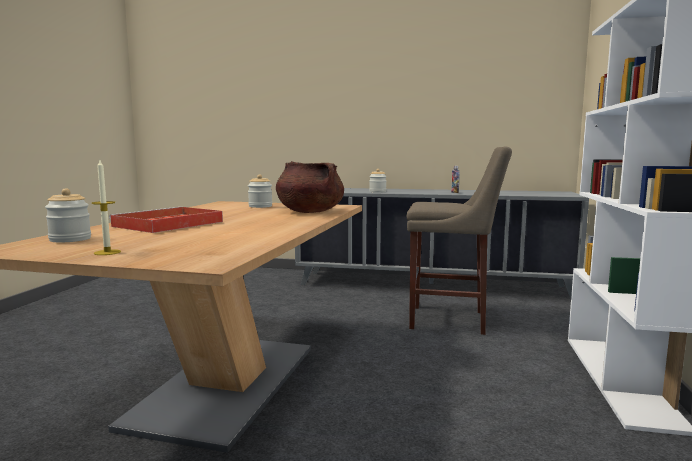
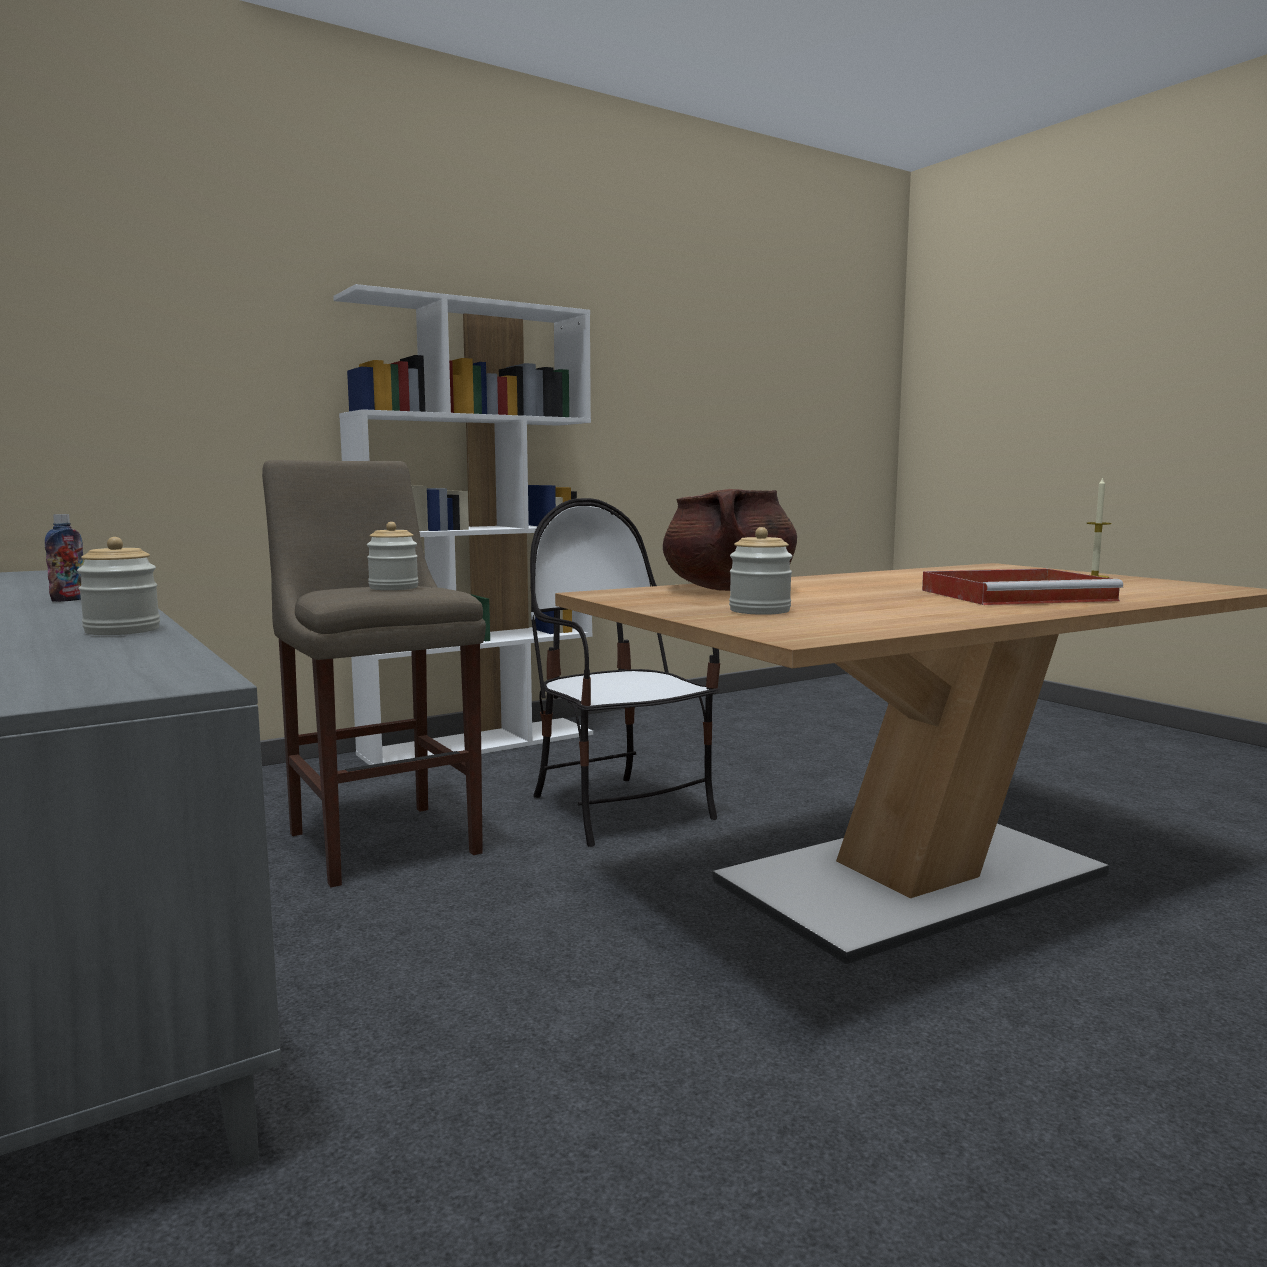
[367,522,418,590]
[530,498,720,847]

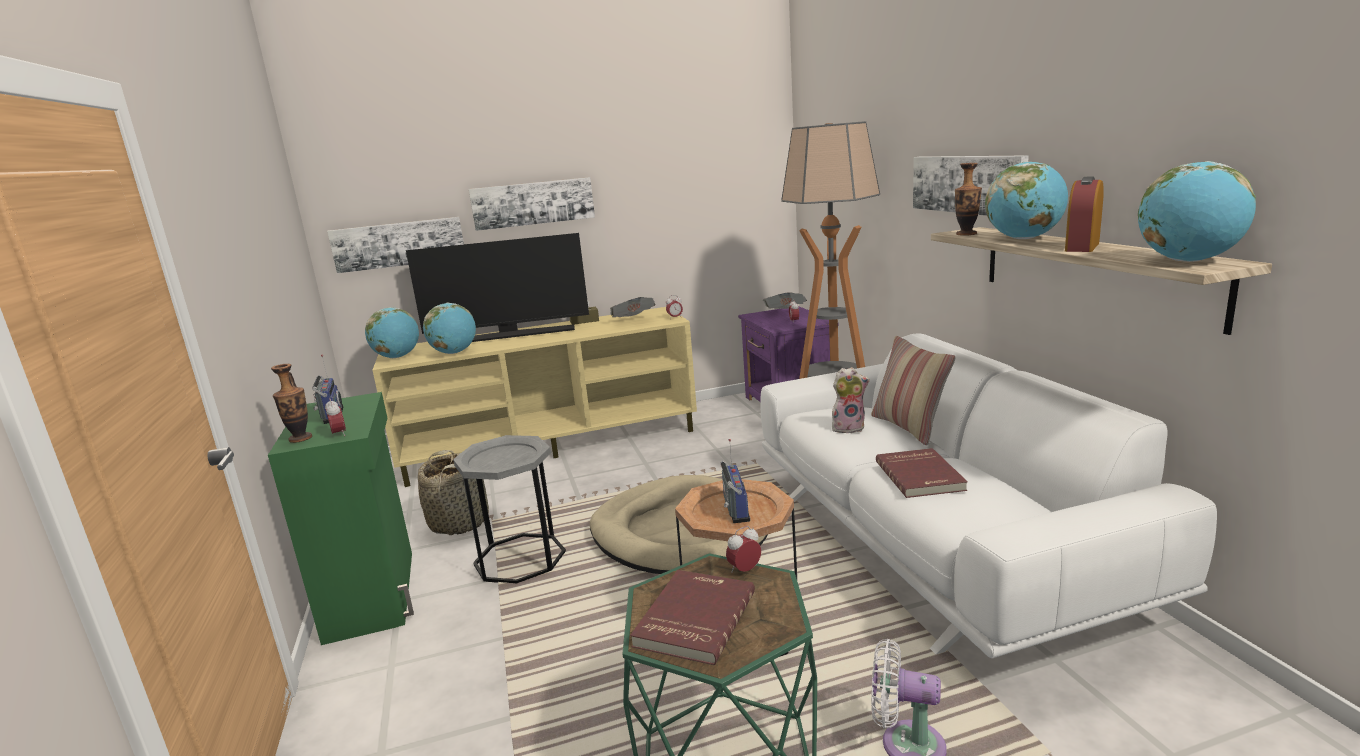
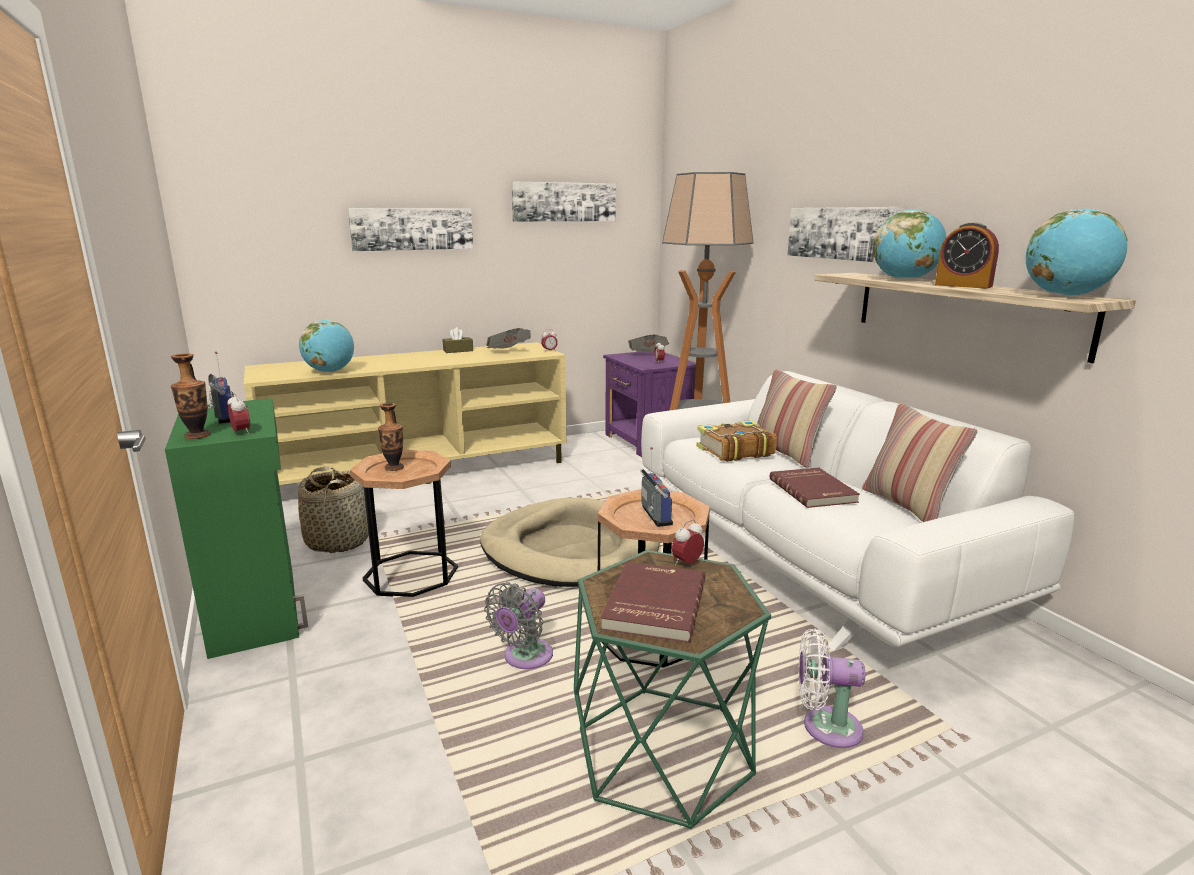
[350,450,458,597]
[378,403,404,471]
[484,582,553,669]
[511,181,616,222]
[697,420,777,462]
[862,403,977,522]
[935,222,999,289]
[365,307,419,358] (first image)
[406,233,589,342] (first image)

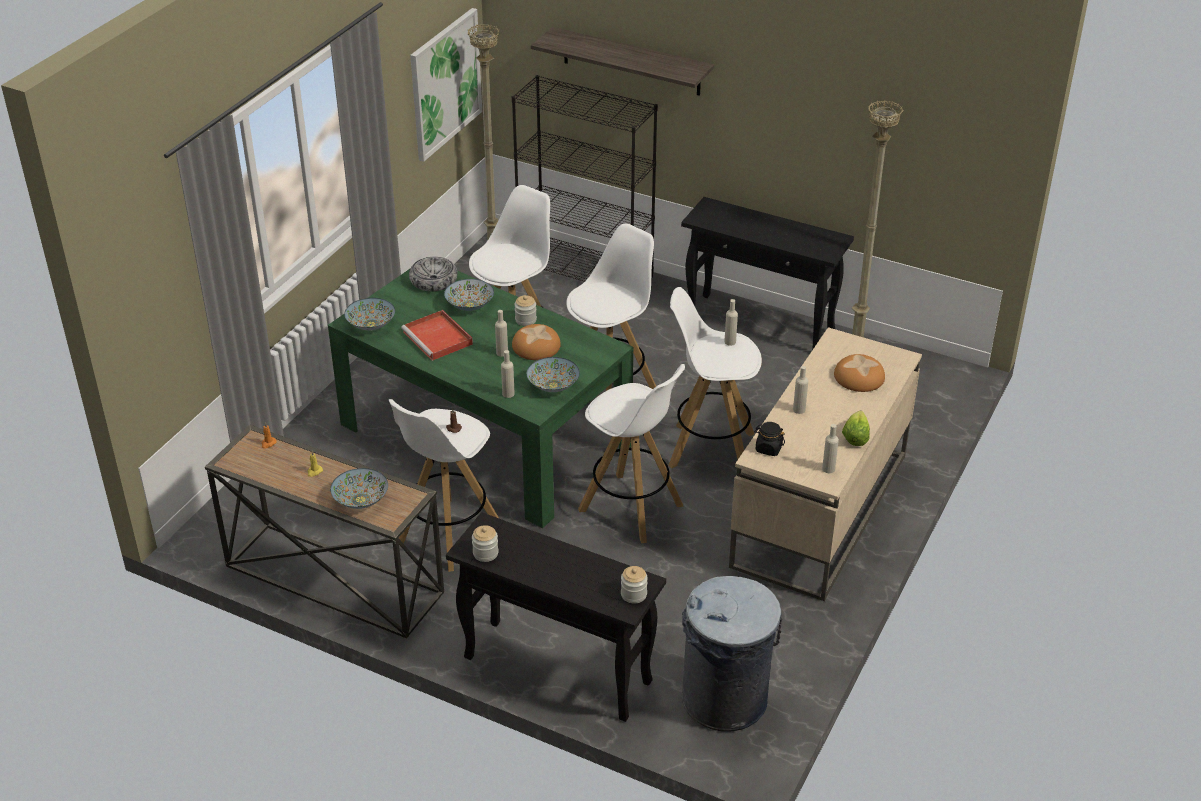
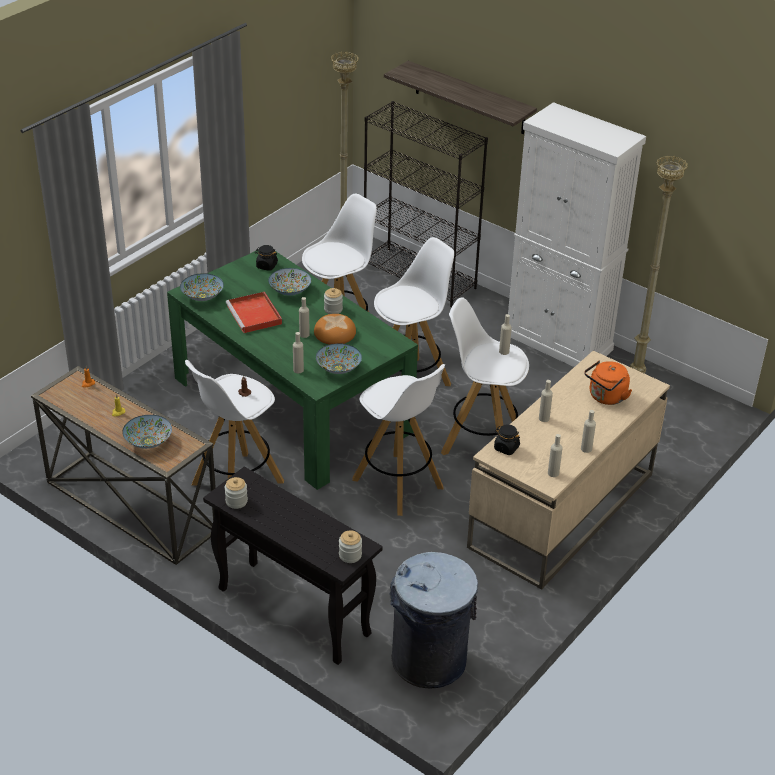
[255,245,278,271]
[508,102,646,367]
[581,410,596,453]
[584,360,632,405]
[410,8,482,162] (first image)

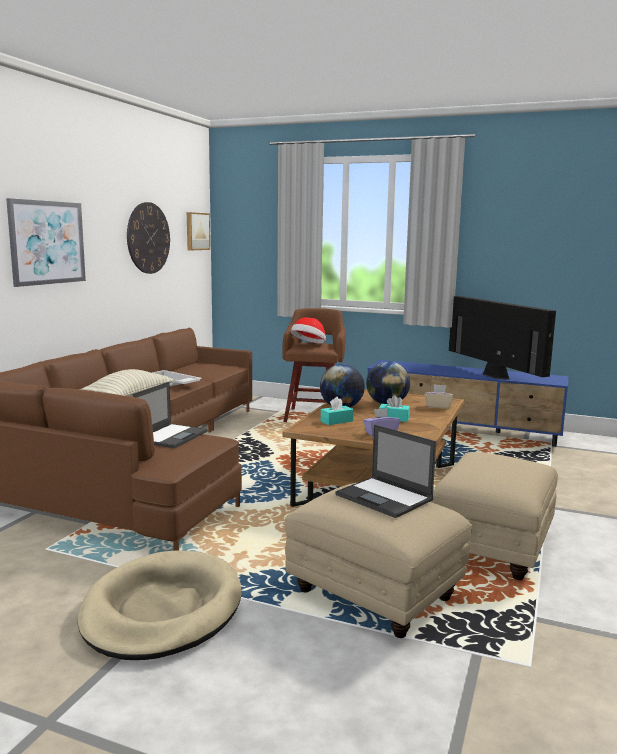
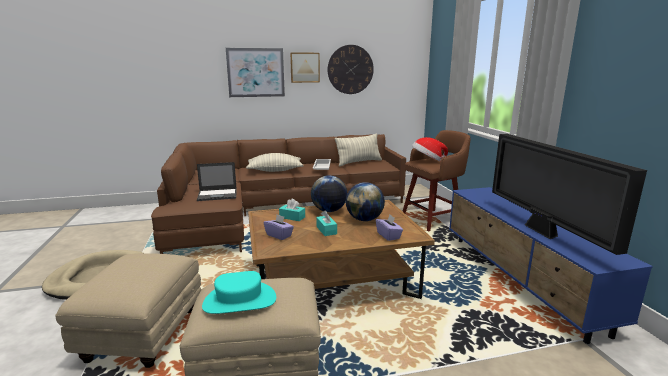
[202,271,276,314]
[290,53,320,83]
[335,134,382,166]
[376,215,403,241]
[492,134,647,255]
[335,424,436,518] (first image)

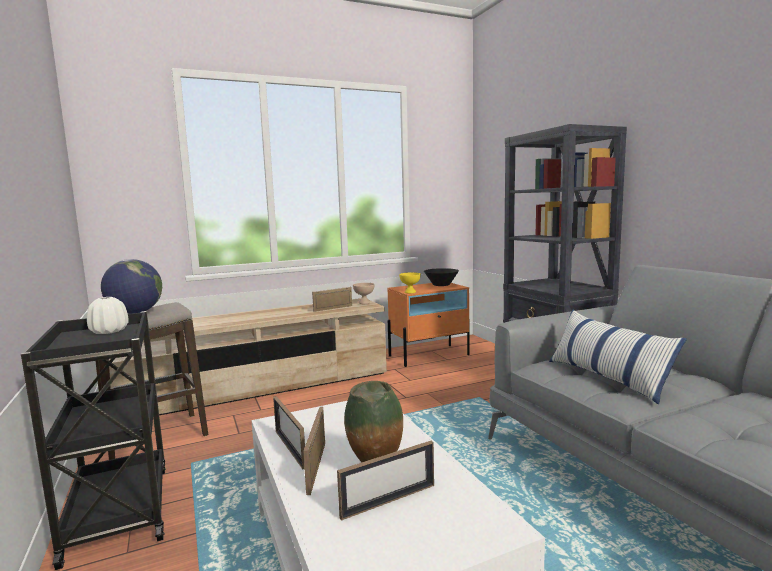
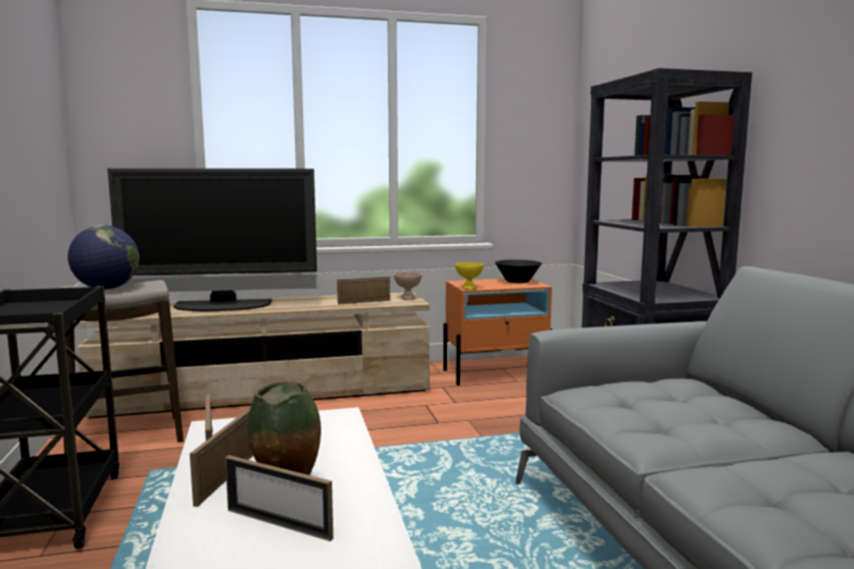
[107,168,318,311]
[225,455,333,541]
[87,297,129,334] (first image)
[549,310,687,404] (first image)

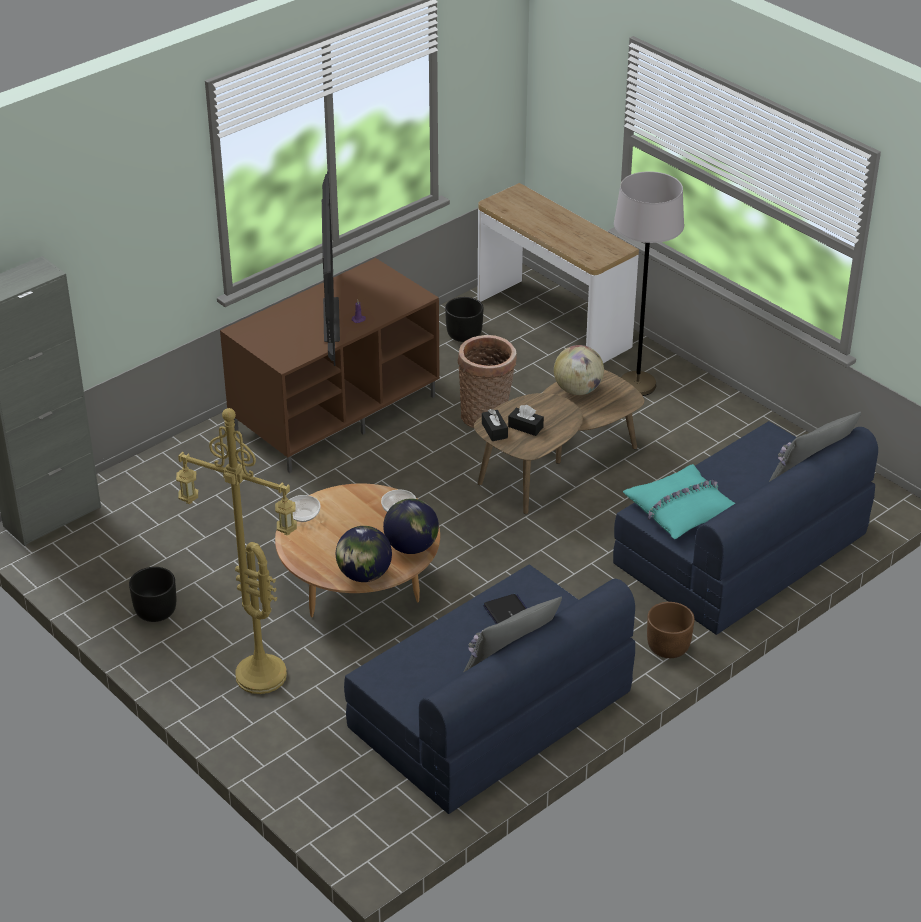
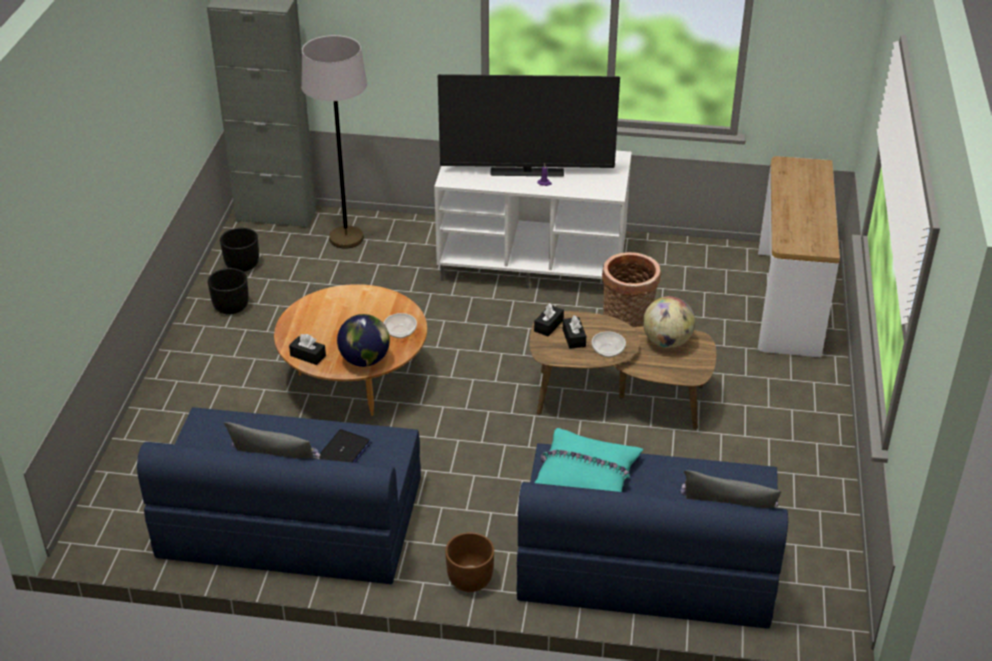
[220,228,259,272]
[289,334,326,365]
[301,35,367,249]
[434,151,632,289]
[438,74,620,177]
[592,331,626,357]
[176,408,297,694] (first image)

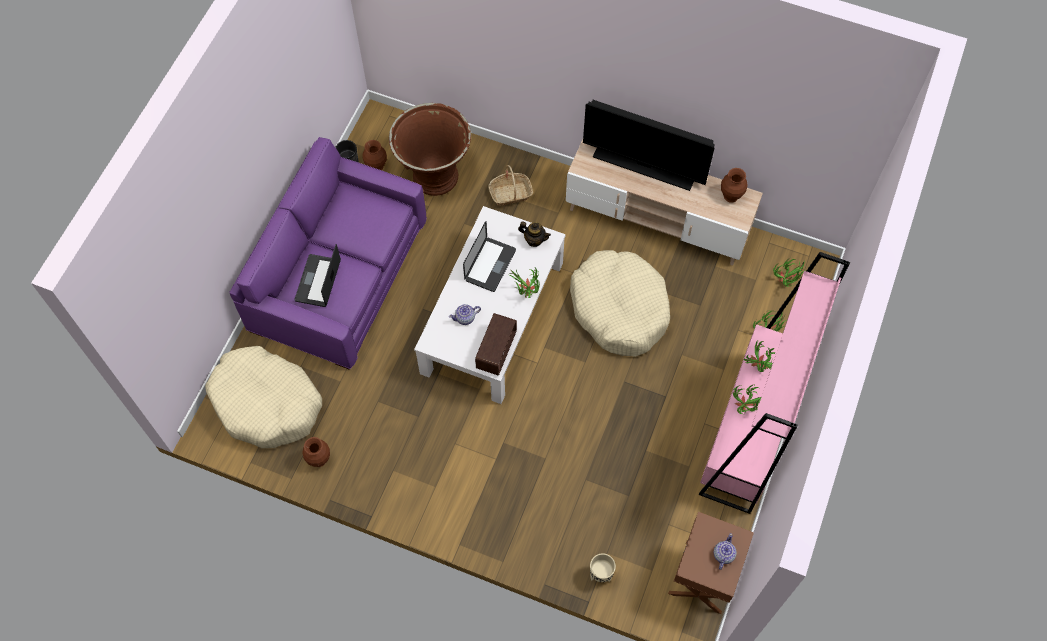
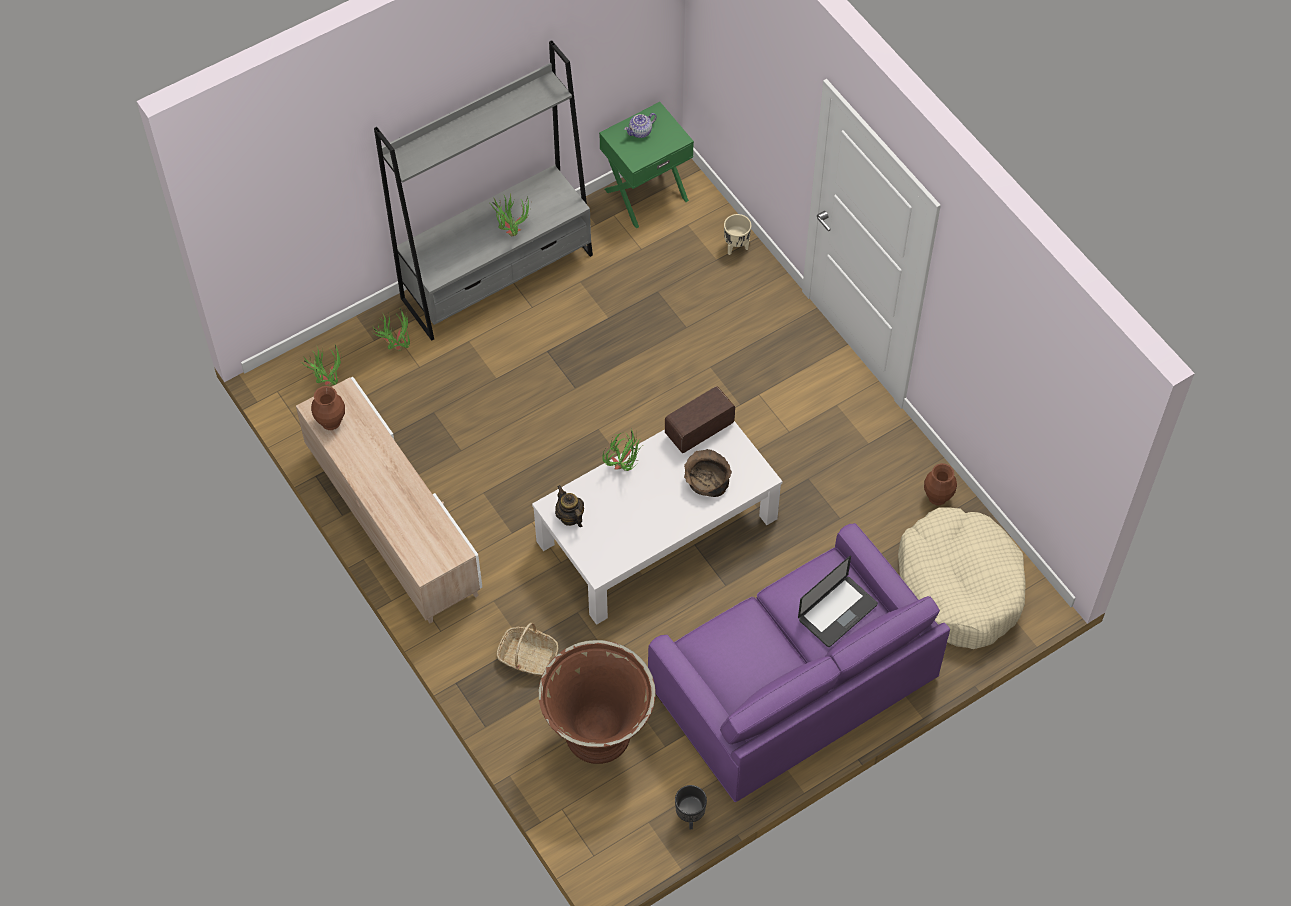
[374,40,593,341]
[599,102,694,228]
[684,449,732,497]
[362,140,387,170] (first image)
[463,221,516,292] (first image)
[570,250,670,357] (first image)
[583,100,715,191] (first image)
[744,340,775,372] (first image)

